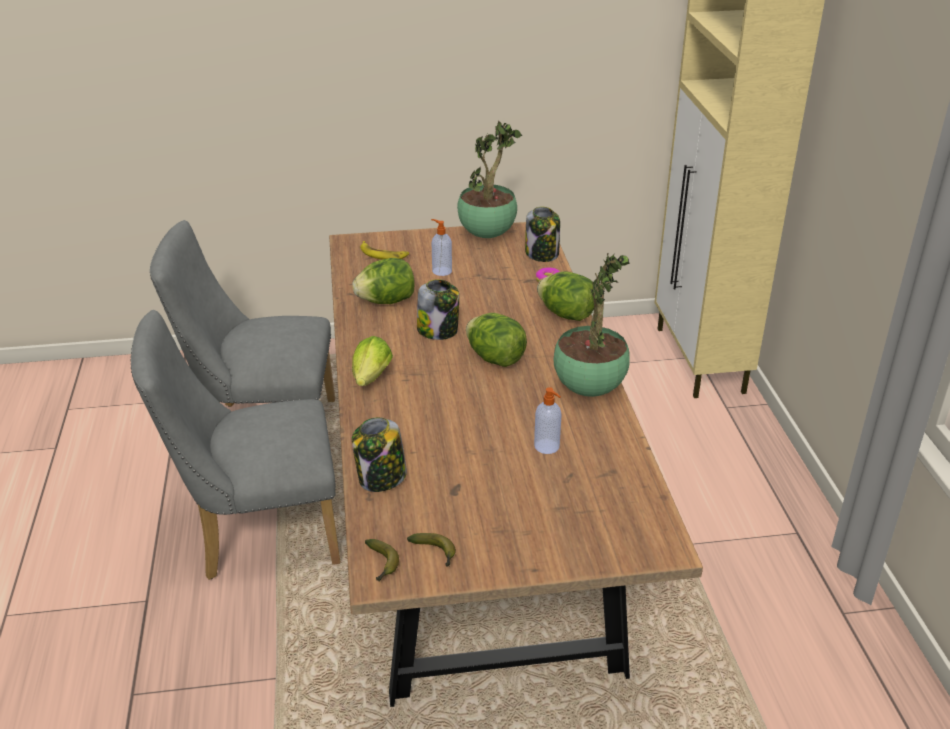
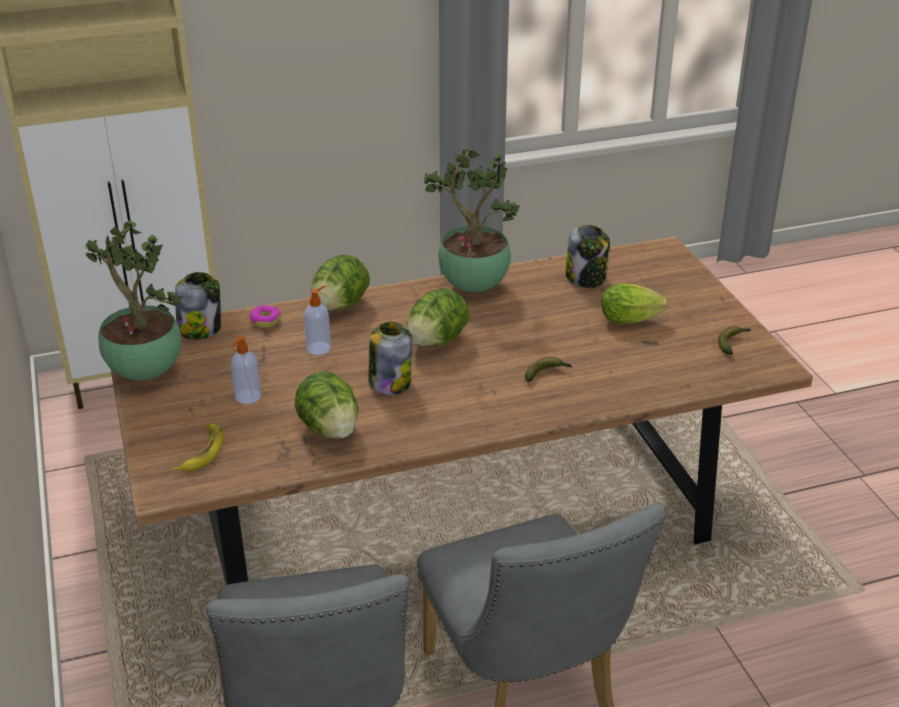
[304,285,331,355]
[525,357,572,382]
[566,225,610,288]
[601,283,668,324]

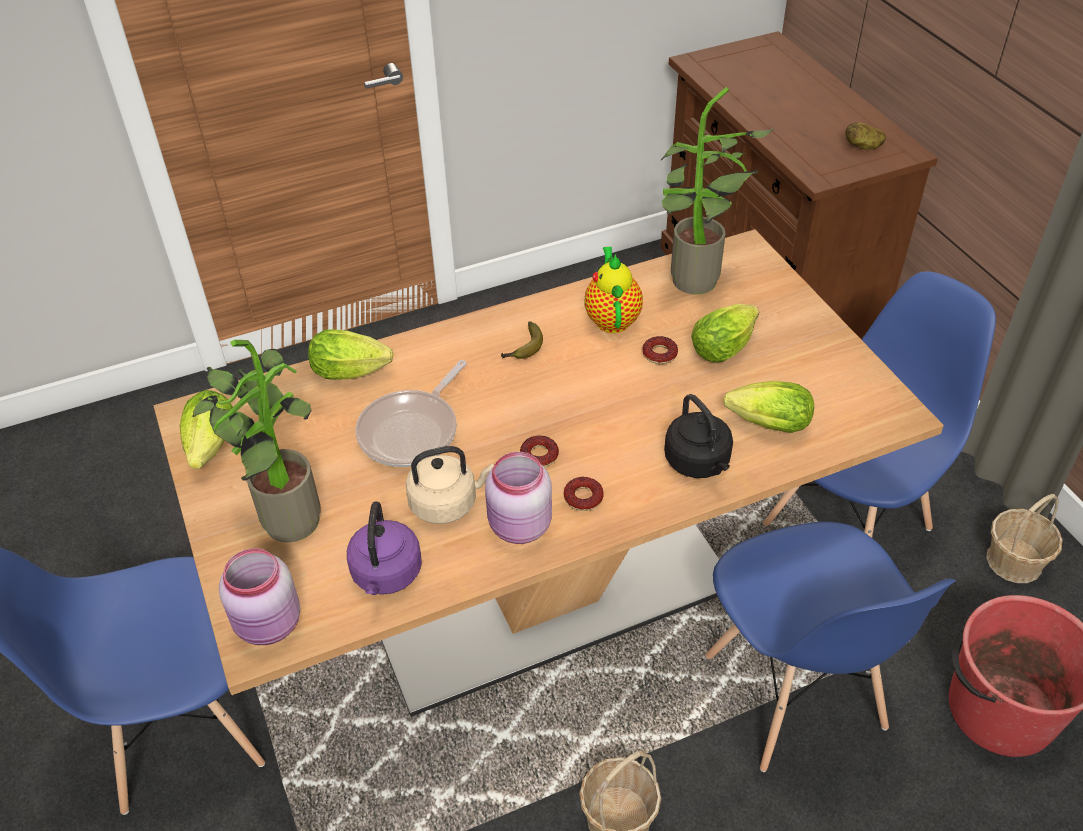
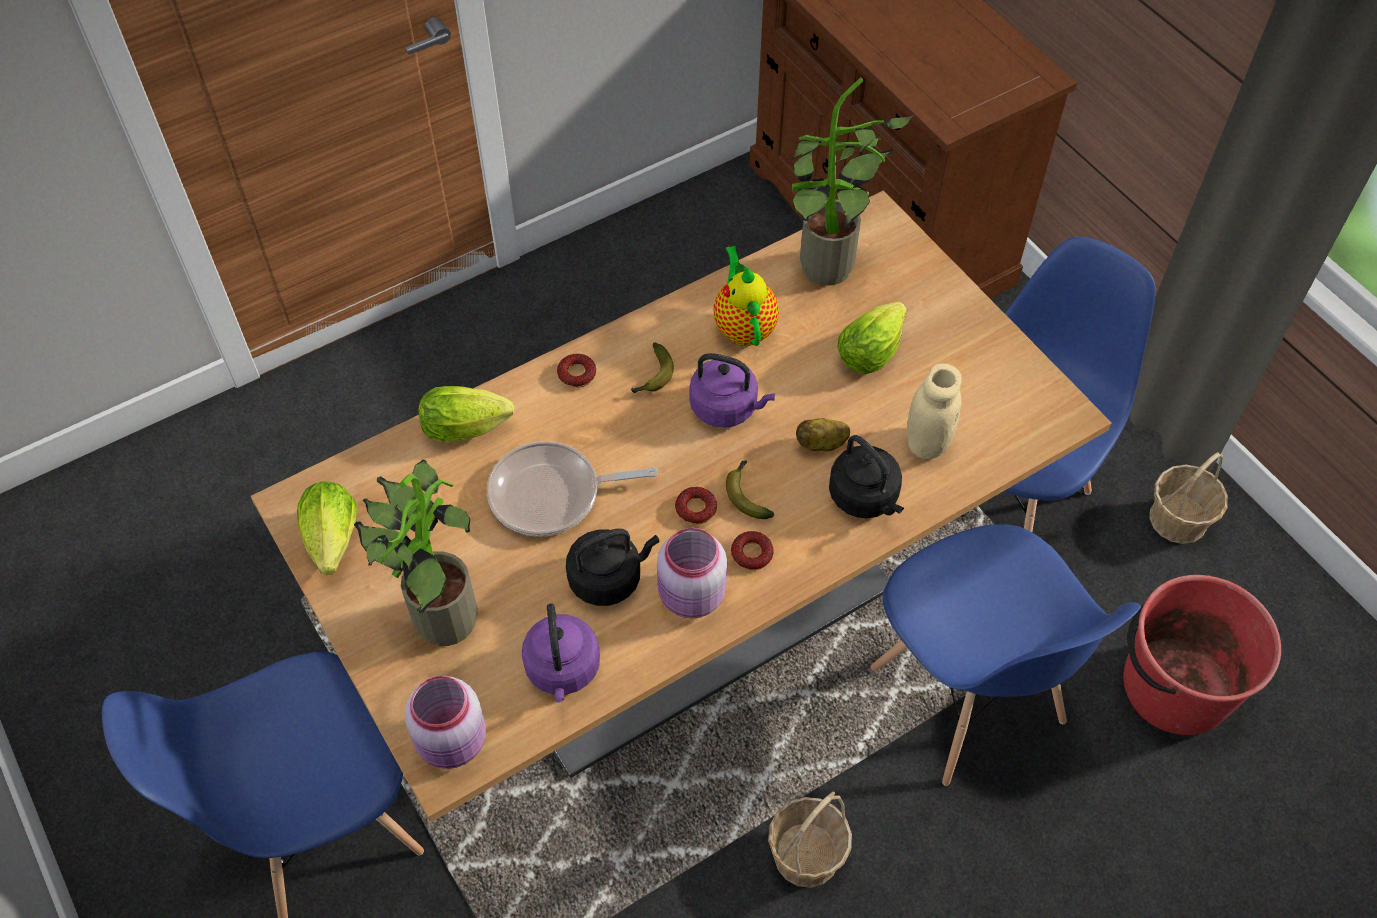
[487,441,658,537]
[557,354,596,388]
[566,528,660,606]
[689,353,775,428]
[726,461,774,519]
[796,418,850,452]
[907,363,962,459]

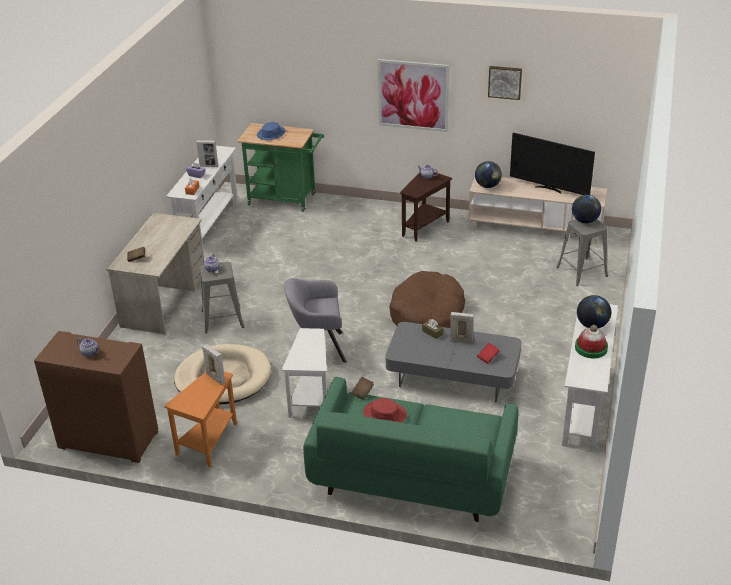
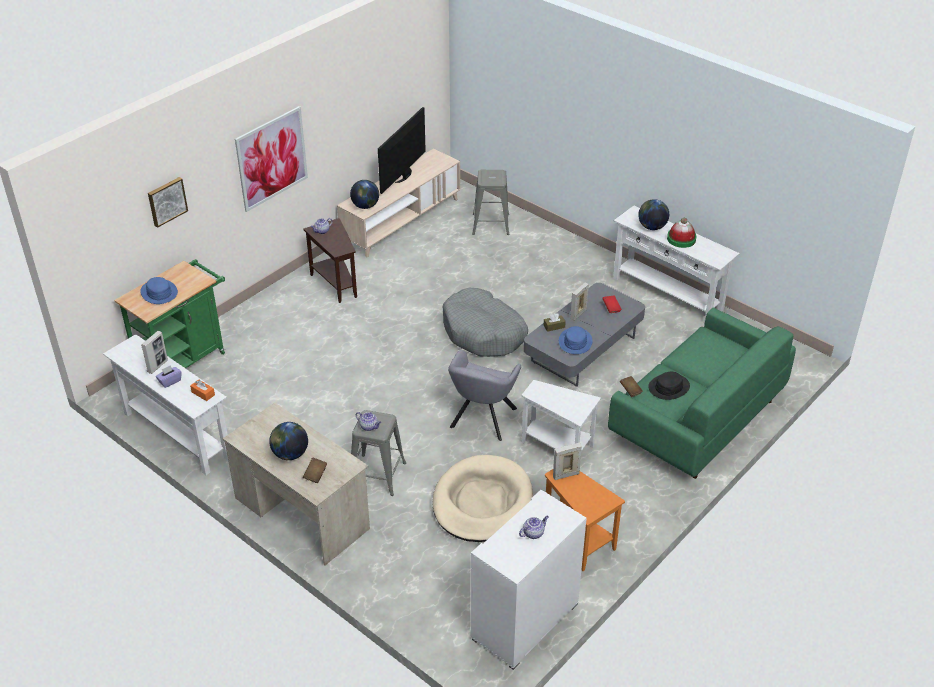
[148,177,188,228]
[269,422,308,460]
[378,107,426,194]
[443,288,528,357]
[471,490,587,670]
[559,326,592,354]
[648,372,690,400]

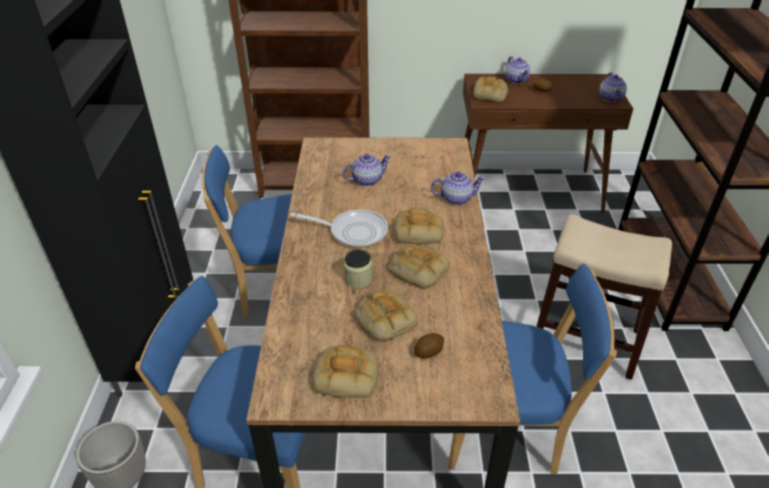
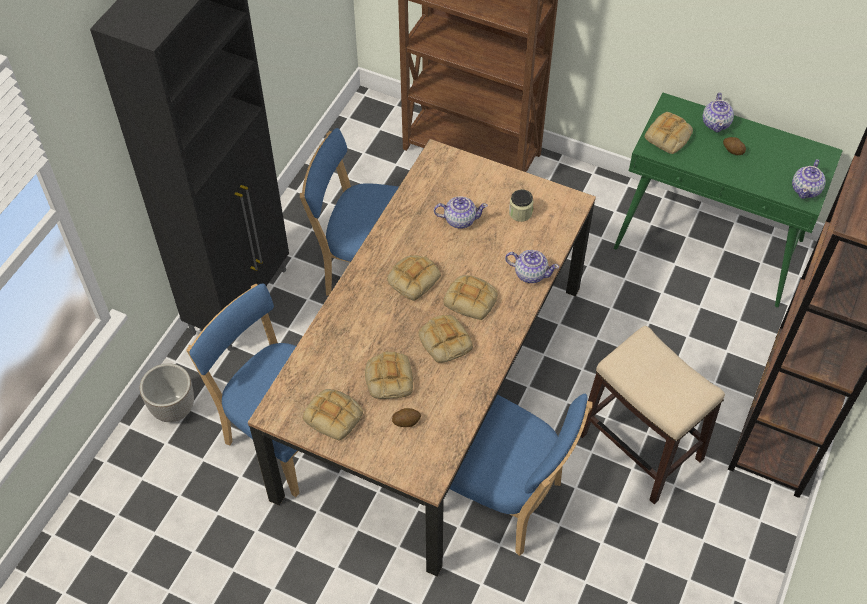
[387,255,441,301]
[509,189,533,222]
[614,93,843,307]

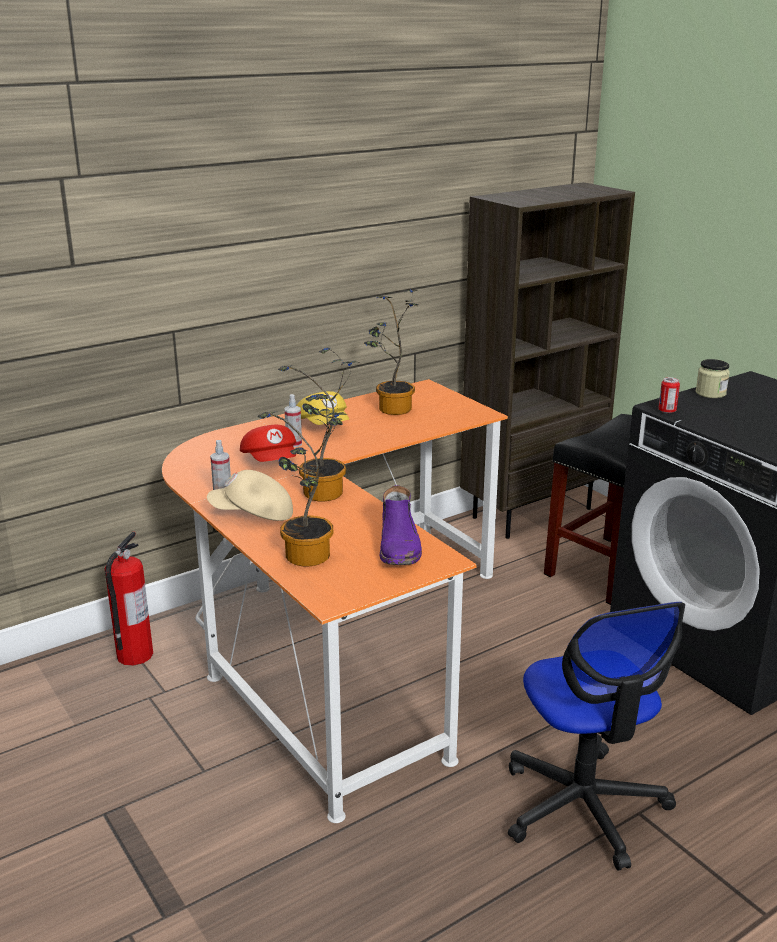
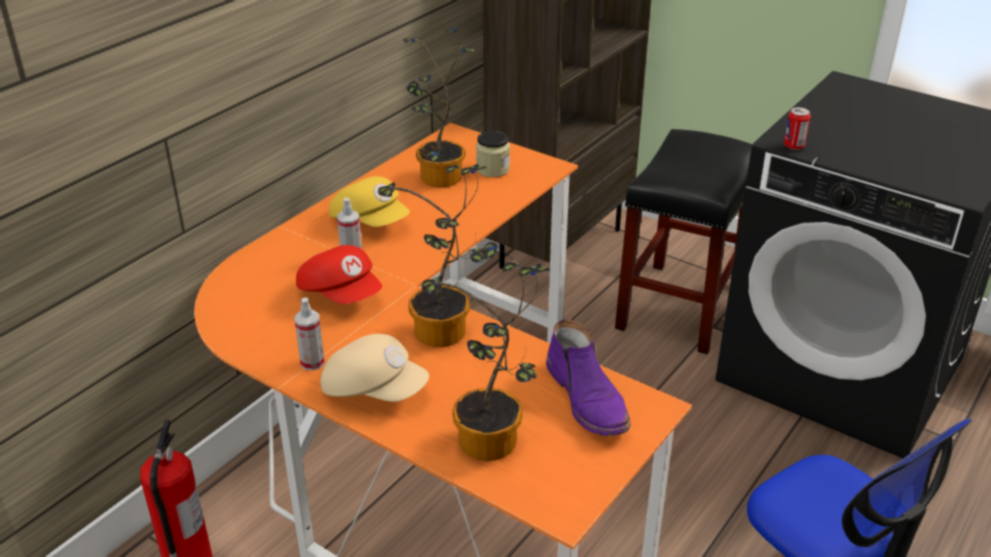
[321,334,429,402]
[476,131,510,177]

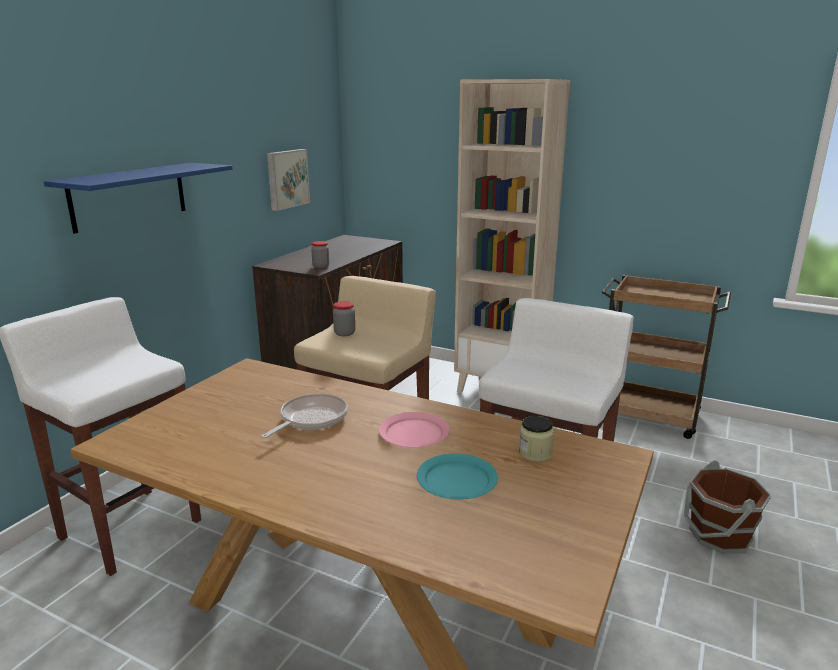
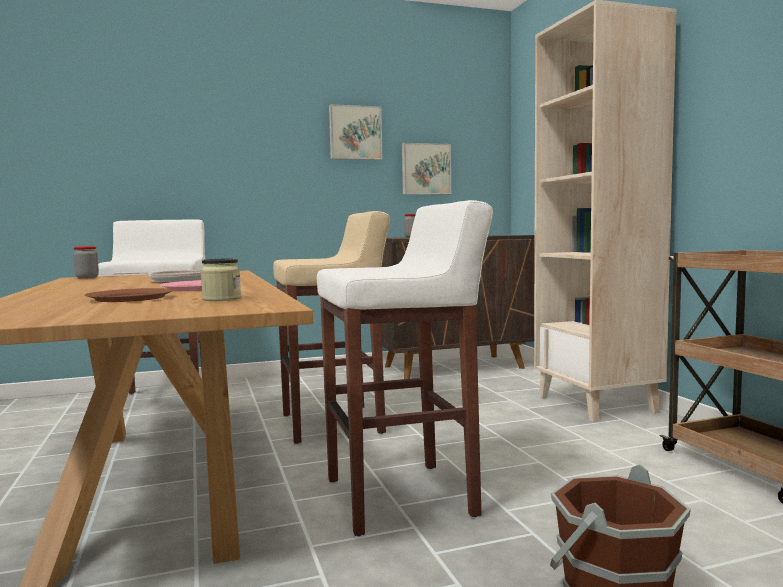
[73,246,99,279]
[84,288,174,302]
[329,104,382,160]
[44,163,233,234] (first image)

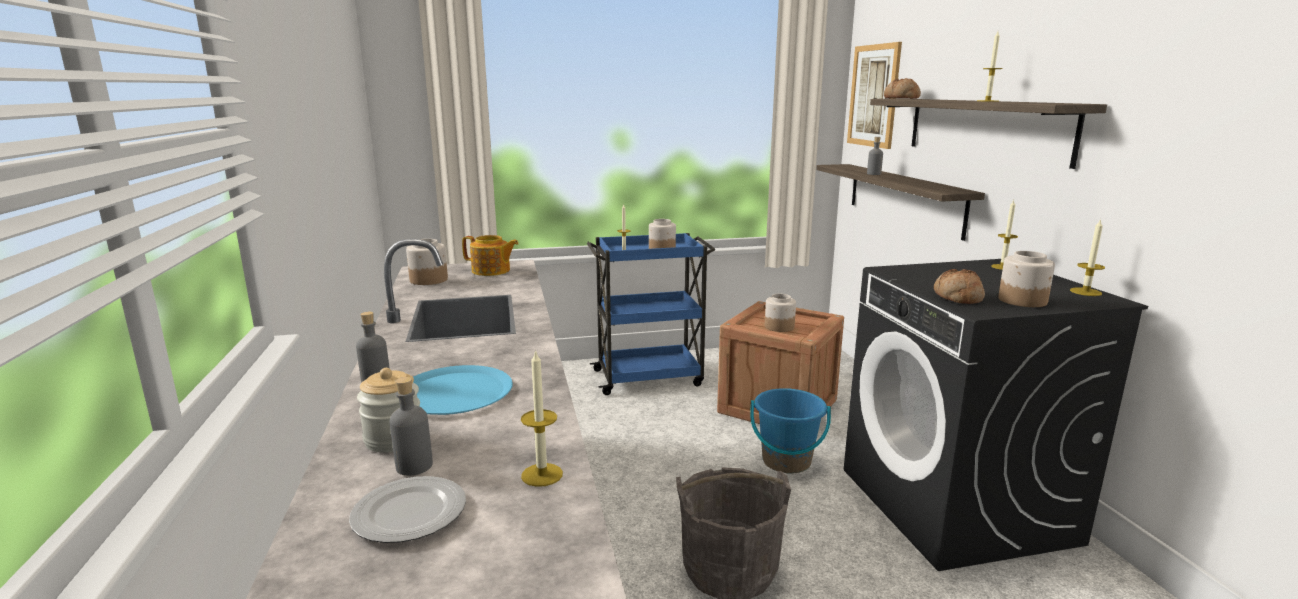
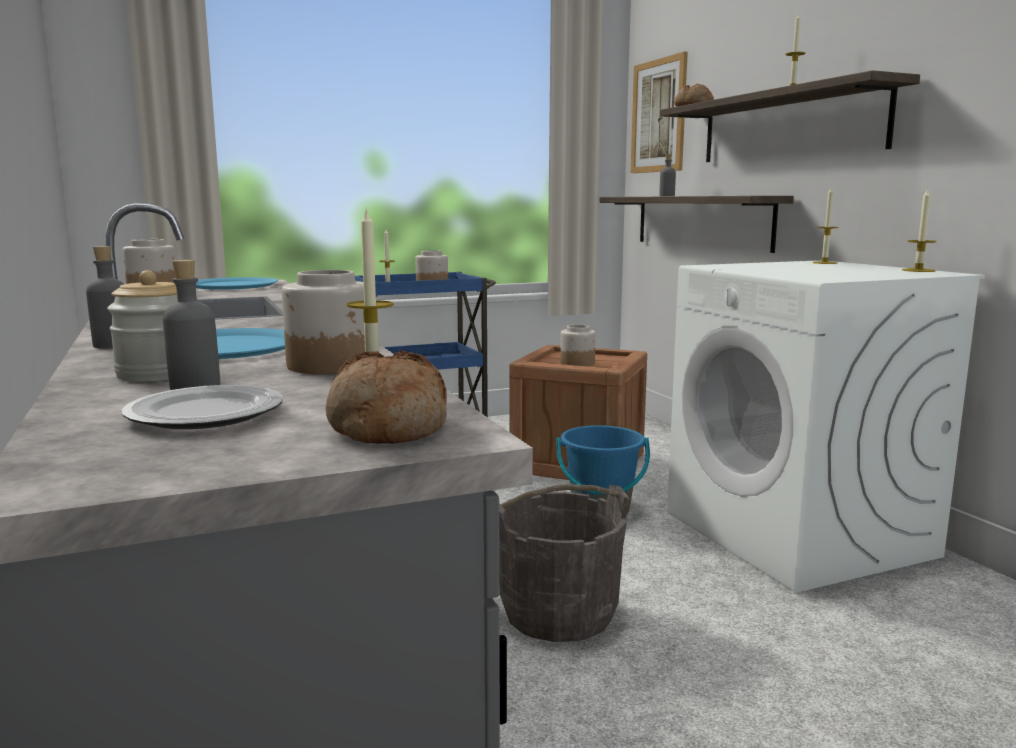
[196,277,278,290]
[282,270,365,374]
[326,350,447,444]
[667,260,985,593]

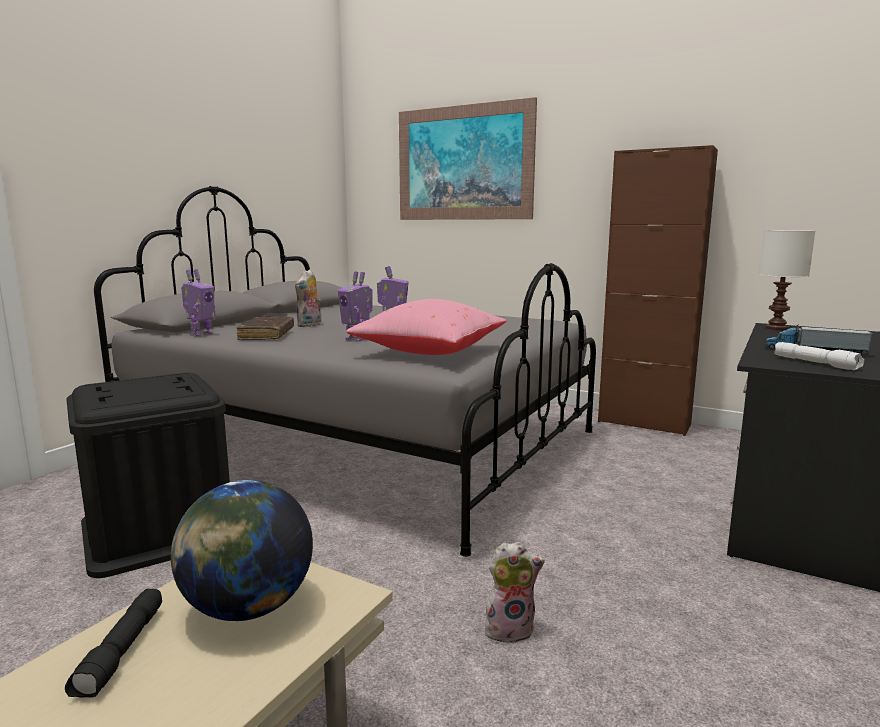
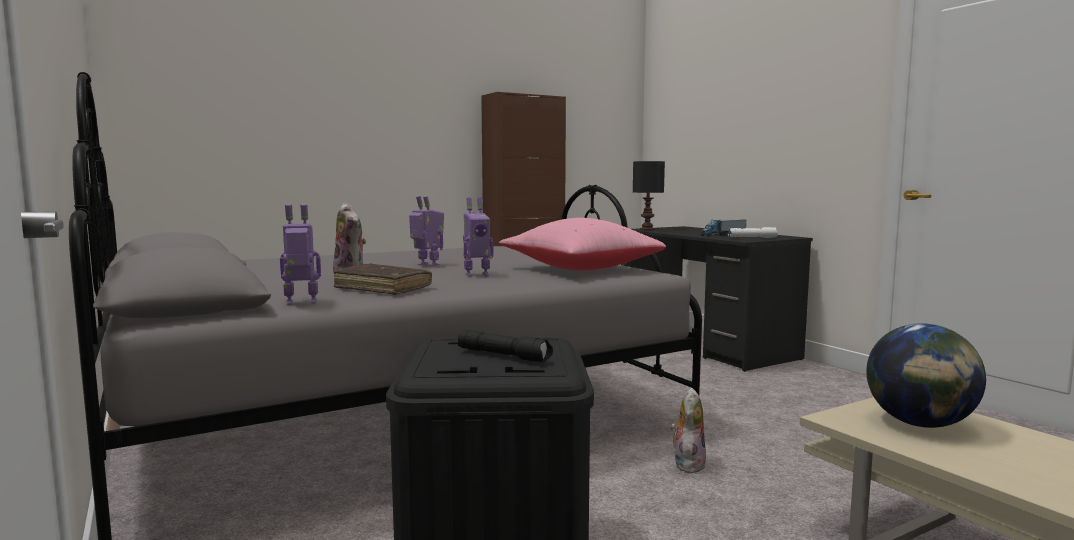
[280,203,321,305]
[458,330,553,362]
[633,161,665,230]
[671,388,706,473]
[399,97,537,220] (first image)

